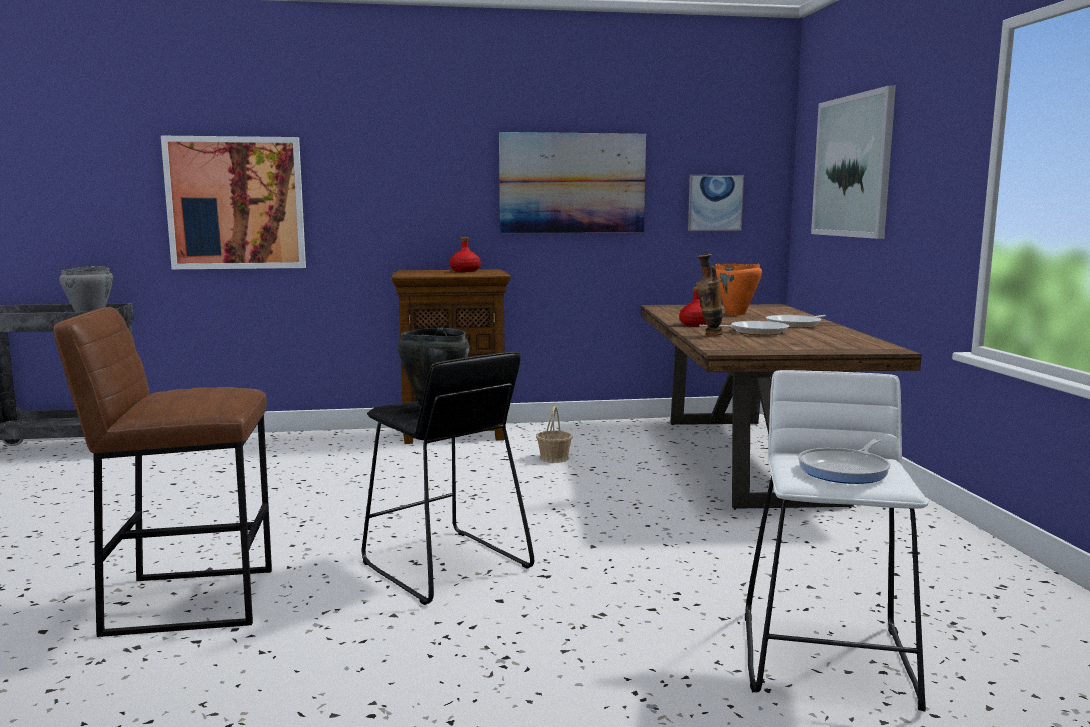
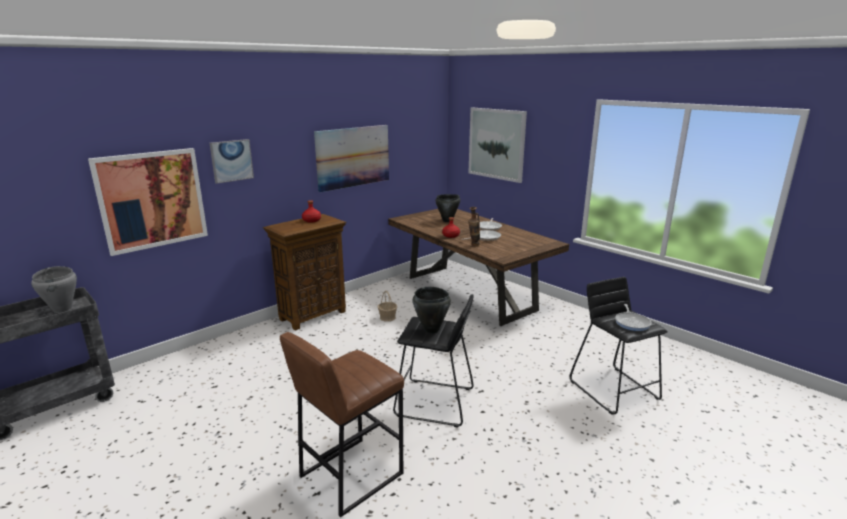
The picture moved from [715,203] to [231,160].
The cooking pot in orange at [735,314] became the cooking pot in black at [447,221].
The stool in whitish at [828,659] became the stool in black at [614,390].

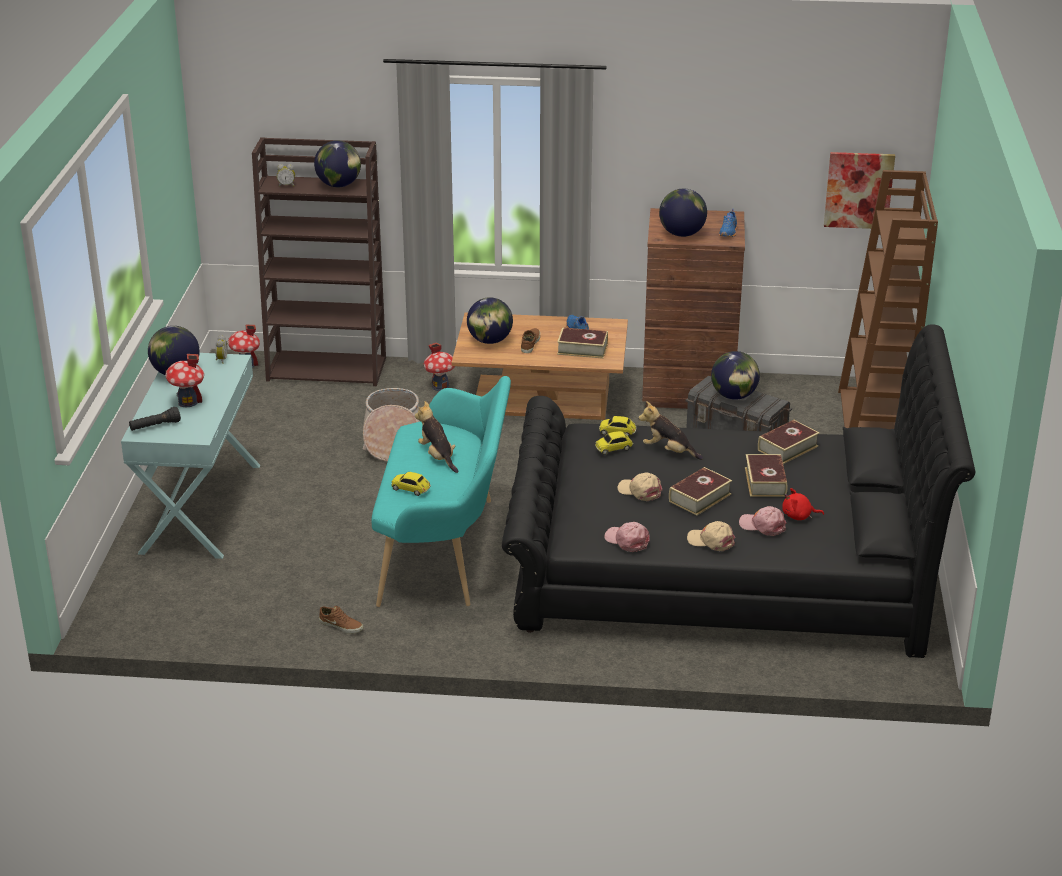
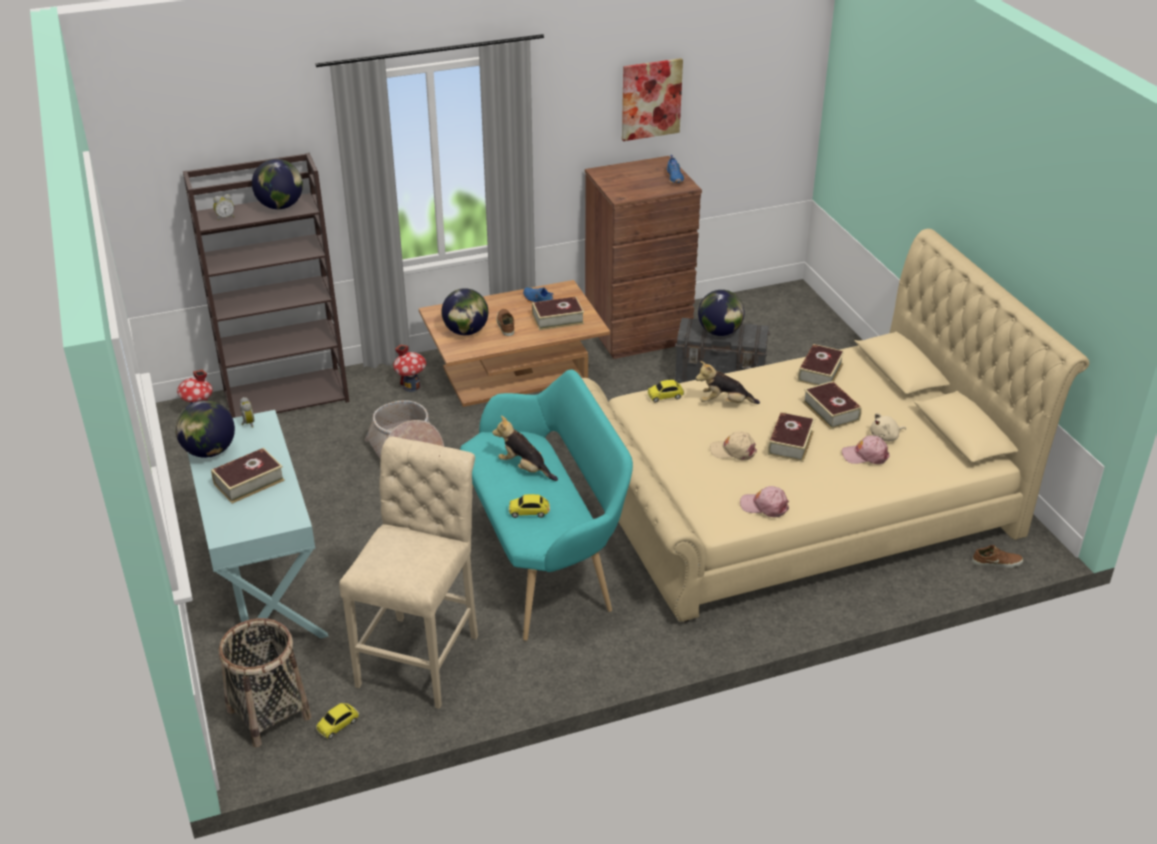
The flashlight in black at [155,426] disappeared.
The desk globe at [682,234] disappeared.
The cap in sand-coloured at [711,541] disappeared.
The bookshelf in brownish at [873,421] disappeared.
The household basket at [268,713] appeared.
The stool in sand-coloured at [422,655] appeared.
The low shoe in brownish moved from [342,625] to [996,562].
The model car moved from [614,448] to [338,725].
The picture moved from [858,190] to [651,99].
The toy house at [188,402] was replaced by the volume at [249,482].
The bed in black at [722,564] became the bed in sand-coloured at [799,497].
The plush toy in reddish at [799,516] became the plush toy in sand-coloured at [885,437].

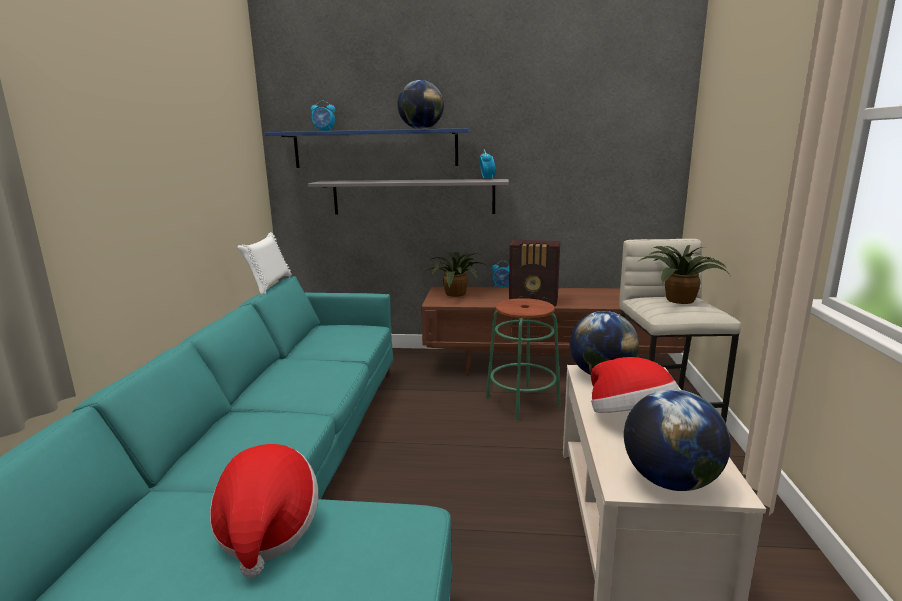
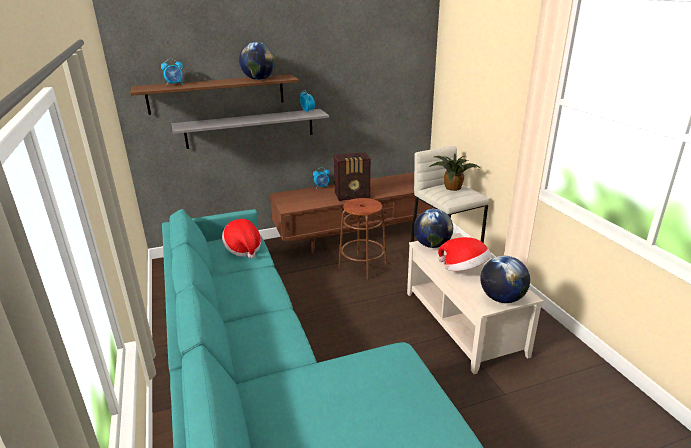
The throw pillow in whitish at [269,285] disappeared.
The houseplant at [456,294] disappeared.
The hat moved from [267,530] to [243,249].
The bracket shelf in blue-coloured at [375,149] became the bracket shelf in brownish at [216,94].
The stool in green at [522,402] became the stool in brownish at [362,266].

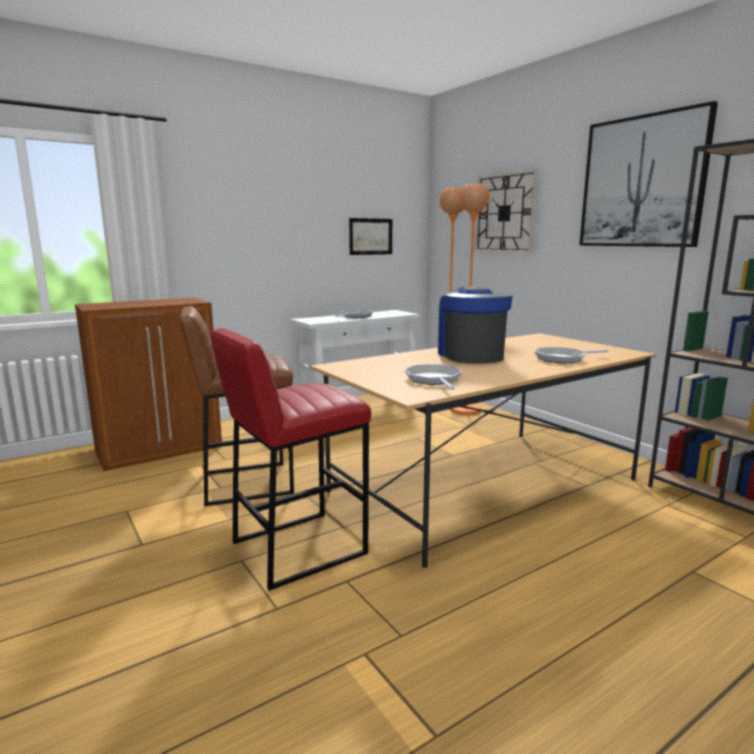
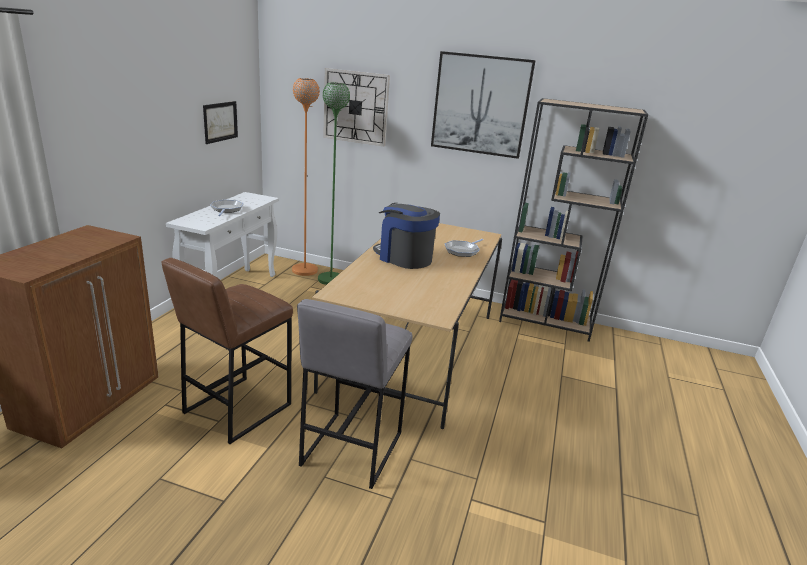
The frying pan at [434,380] disappeared.
The stool in reddish at [297,548] became the stool in grey at [351,450].
The standard lamp in orange at [465,410] became the standard lamp in green at [331,279].

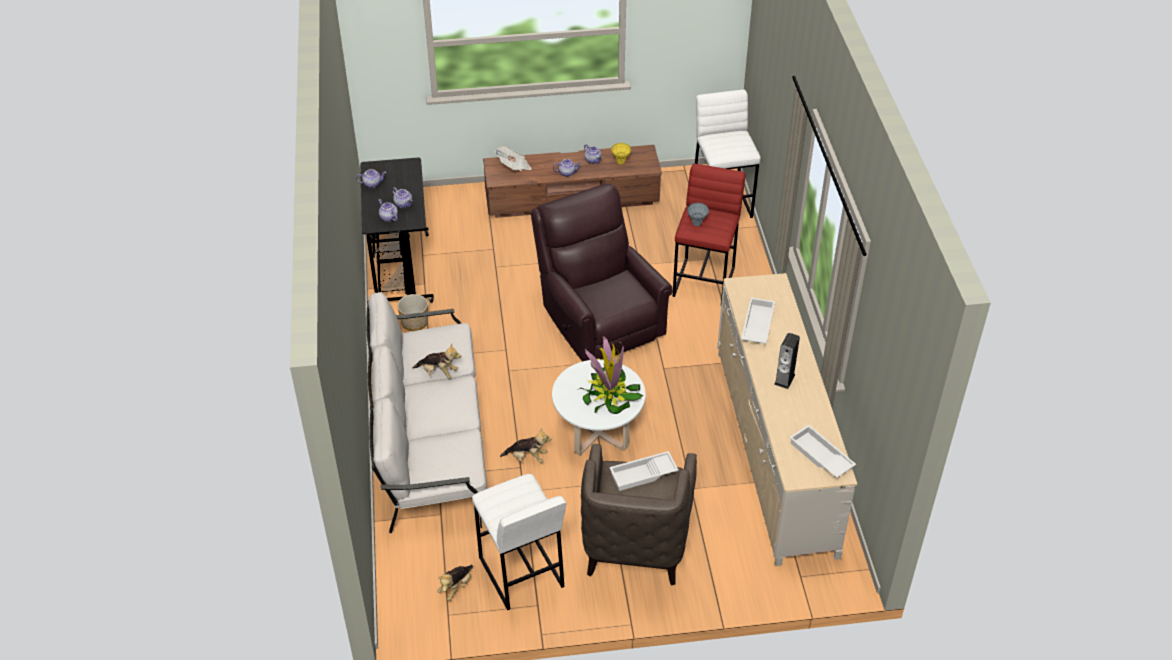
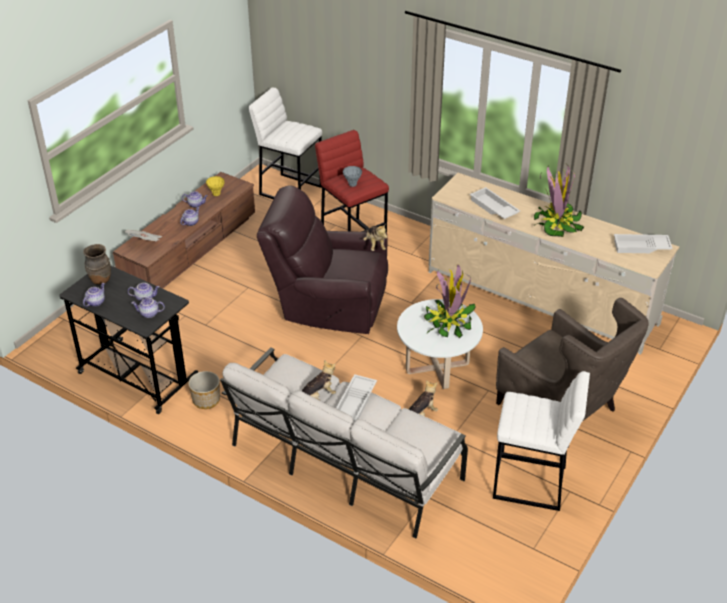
The flower vase in brownish at [100,280] appeared.
The plush toy moved from [456,587] to [375,245].
The serving tray in whitish moved from [643,475] to [355,403].
The loudspeaker at [784,379] was replaced by the houseplant at [556,224].

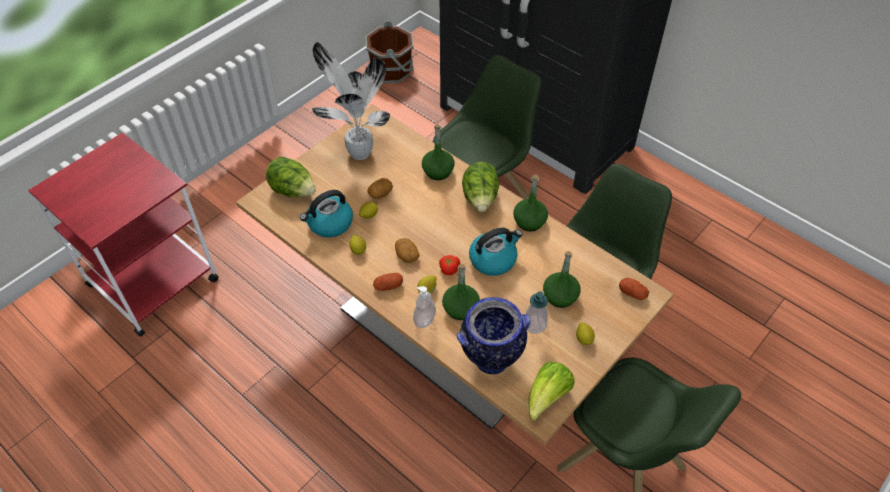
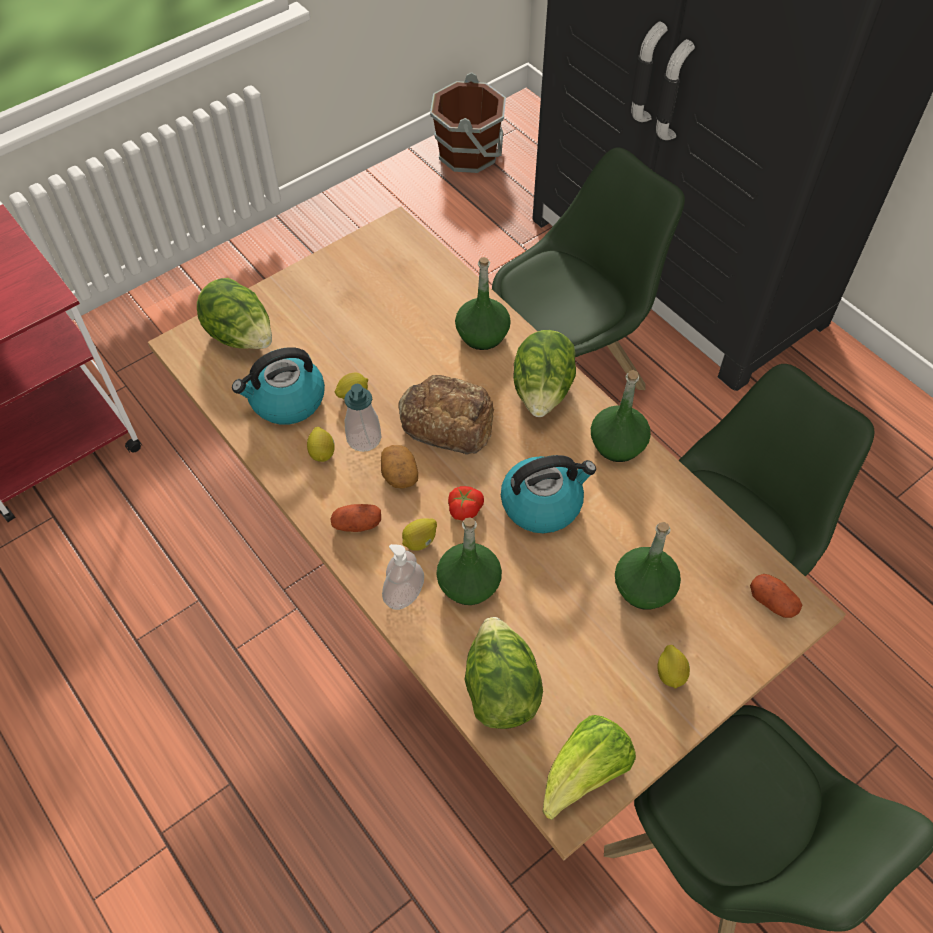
The houseplant at [358,152] disappeared.
The whole potato at [380,193] disappeared.
The bread at [447,420] appeared.
The liquid soap bottle moved from [535,325] to [364,438].
The flower vase at [490,361] was replaced by the lettuce head at [500,689].

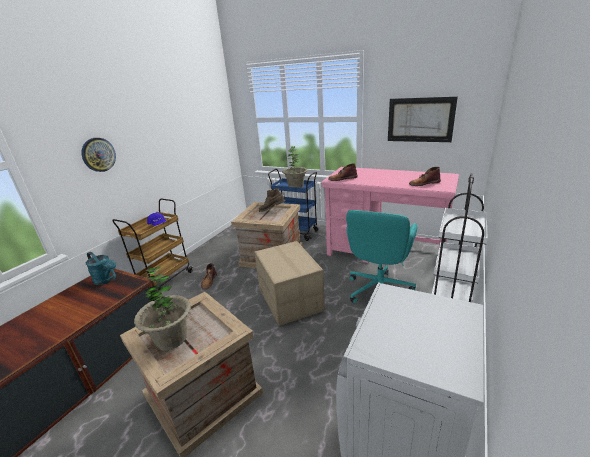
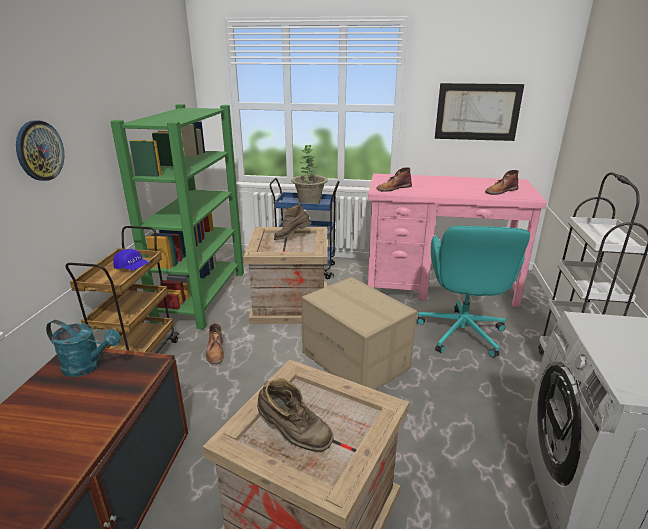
The bookshelf in green at [201,296] appeared.
The houseplant at [171,339] was replaced by the tall boot in brownish at [293,436].

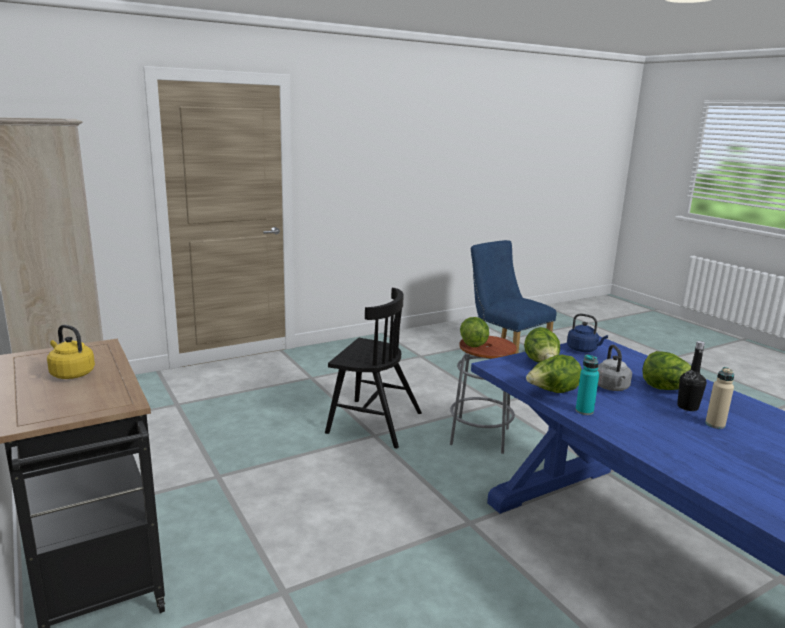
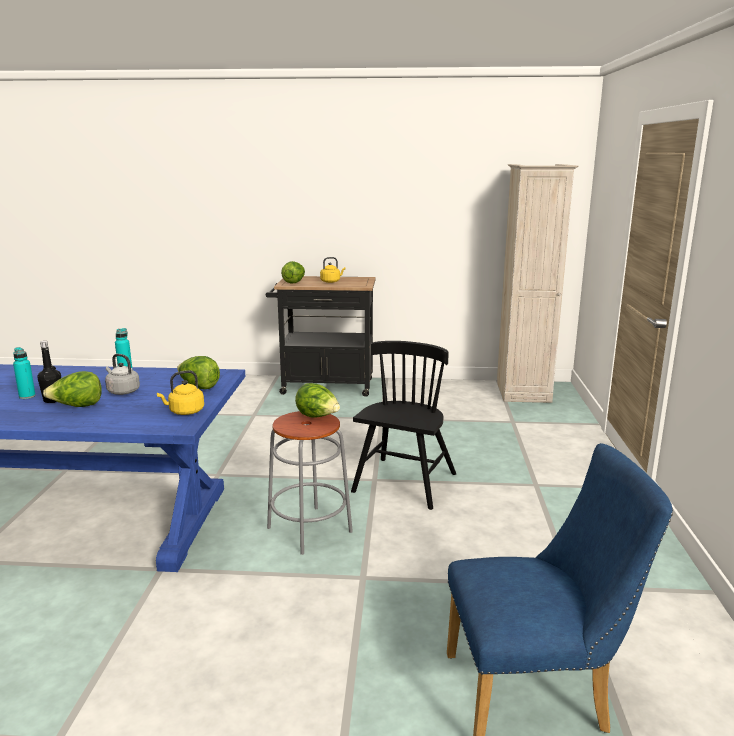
The lettuce head moved from [552,392] to [294,282].
The tea kettle in blue-coloured at [583,349] became the tea kettle in yellow-coloured at [184,412].
The bottle in sand-coloured at [715,424] became the bottle in turquoise-coloured at [27,396].
The plain chair in black at [369,421] turned 150 degrees clockwise.

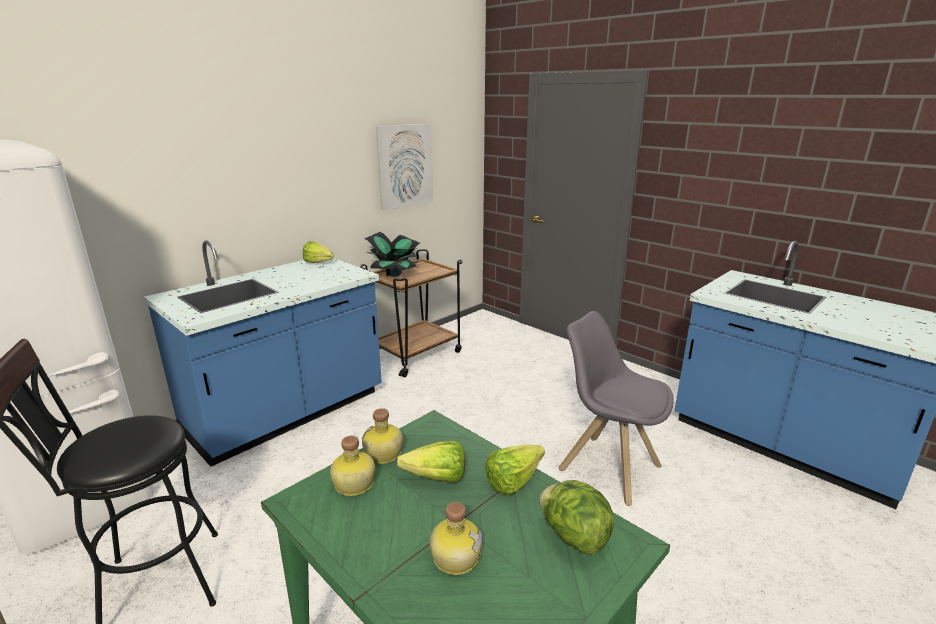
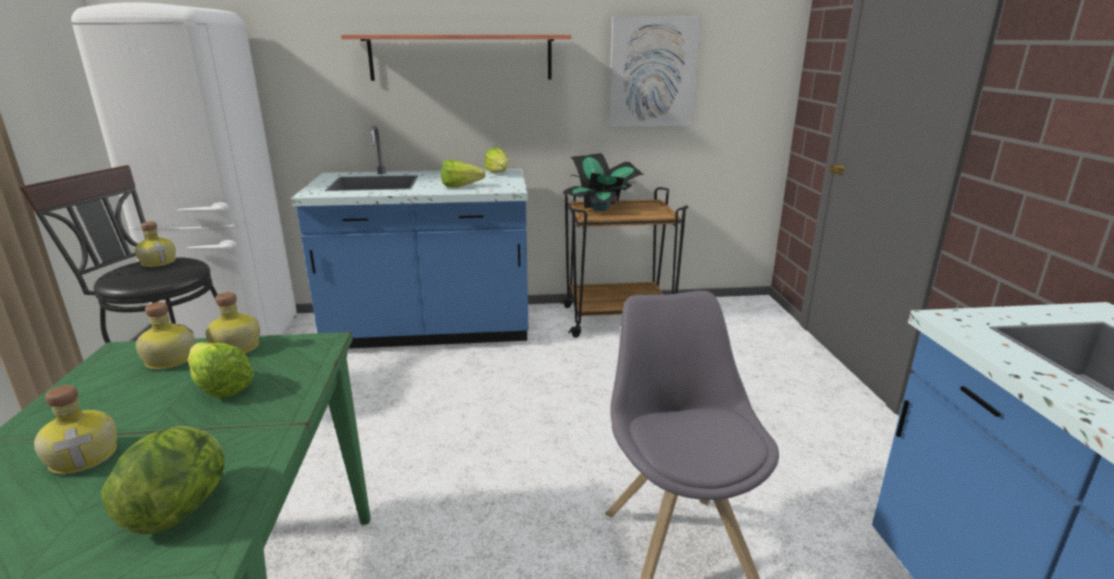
The bottle at [159,262] appeared.
The bracket shelf at [461,57] appeared.
The lettuce head moved from [518,480] to [464,187].

